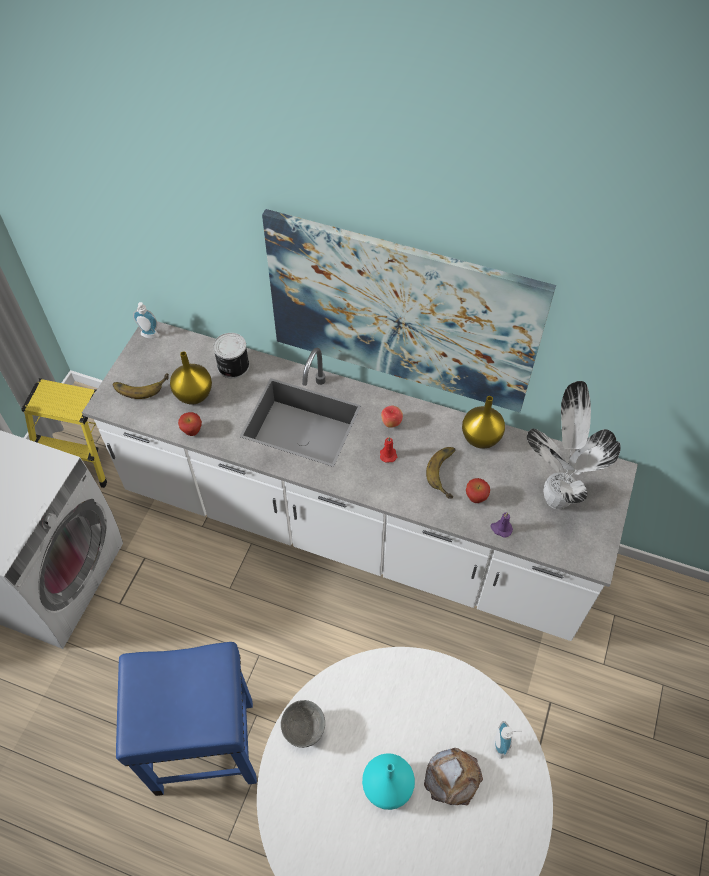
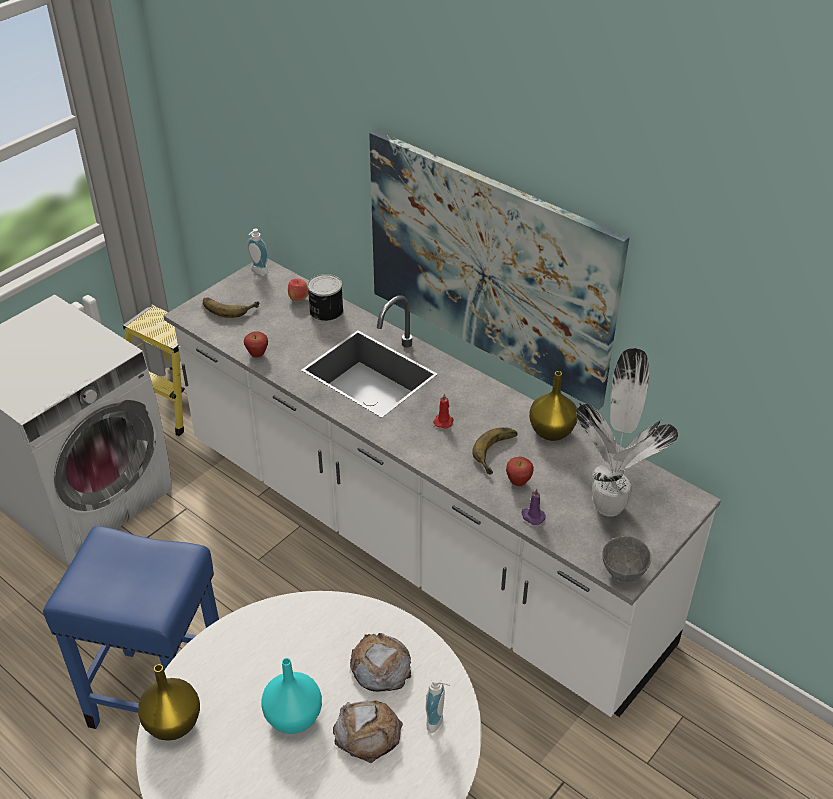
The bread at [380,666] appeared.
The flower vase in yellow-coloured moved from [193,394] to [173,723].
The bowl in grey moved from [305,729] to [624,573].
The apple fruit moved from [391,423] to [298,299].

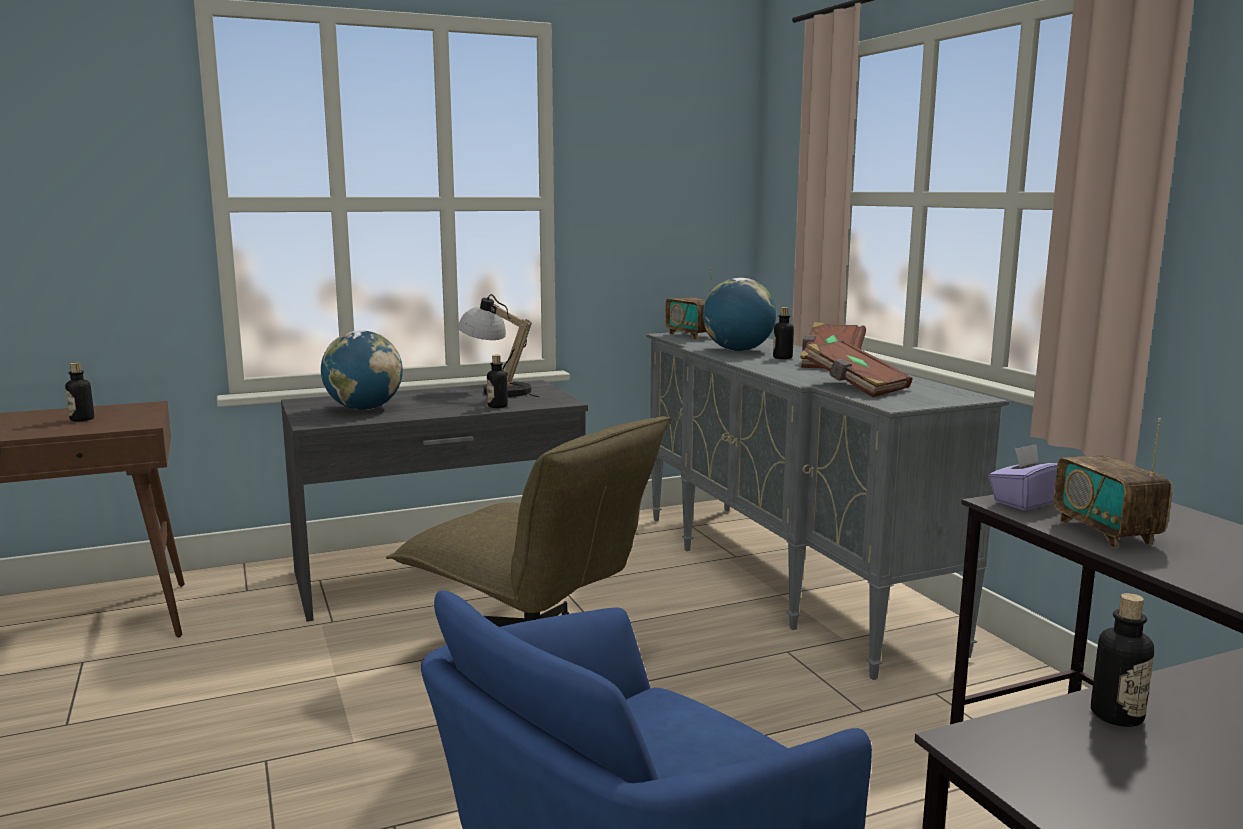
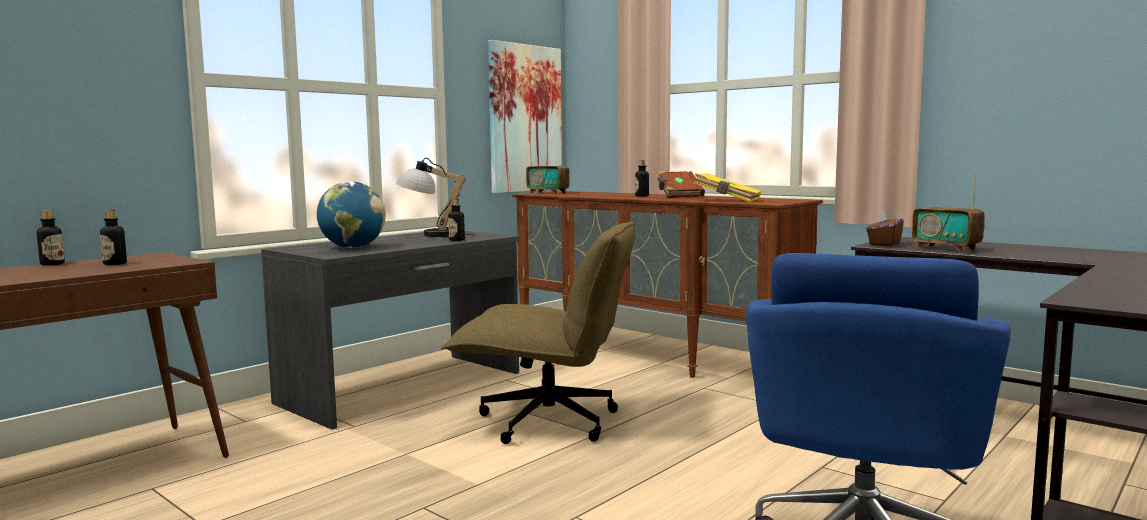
The desk globe at [738,350] disappeared.
The picture at [525,118] appeared.
The bottle moved from [1116,715] to [52,264].
The storage cabinet in grey at [782,577] became the storage cabinet in brownish at [651,354].
The volume in brownish at [855,387] became the volume in yellow-coloured at [727,200].
The tissue box in purple at [1026,501] became the tissue box in brownish at [884,244].

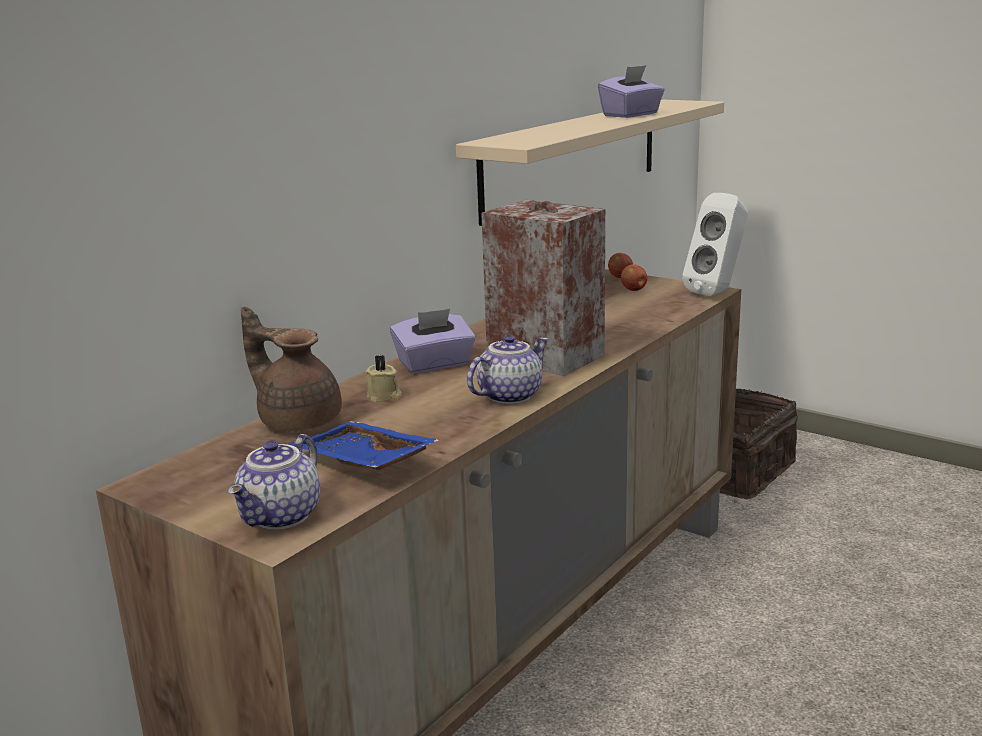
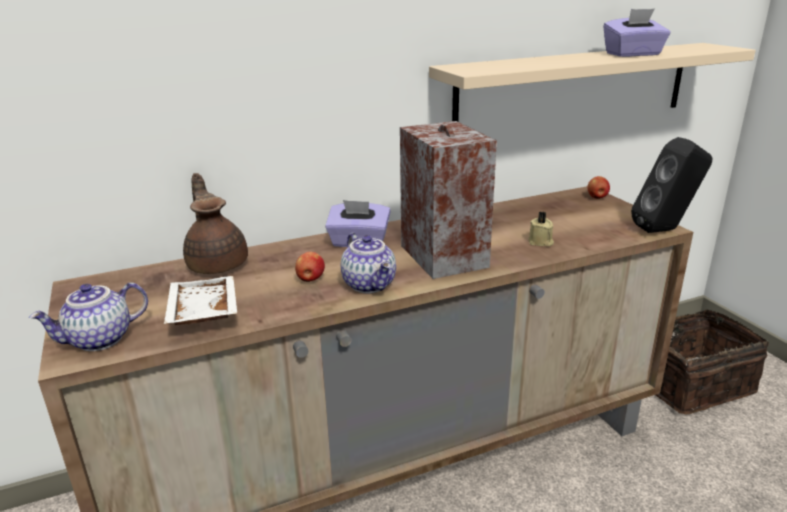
The wax light in sand-coloured moved from [384,396] to [540,242].
The apple fruit moved from [634,290] to [310,279].
The serving tray in blue-coloured at [361,463] became the serving tray in whitish at [201,312].
The loudspeaker in whitish at [717,292] became the loudspeaker in black at [665,230].
The teapot at [509,395] turned 75 degrees clockwise.

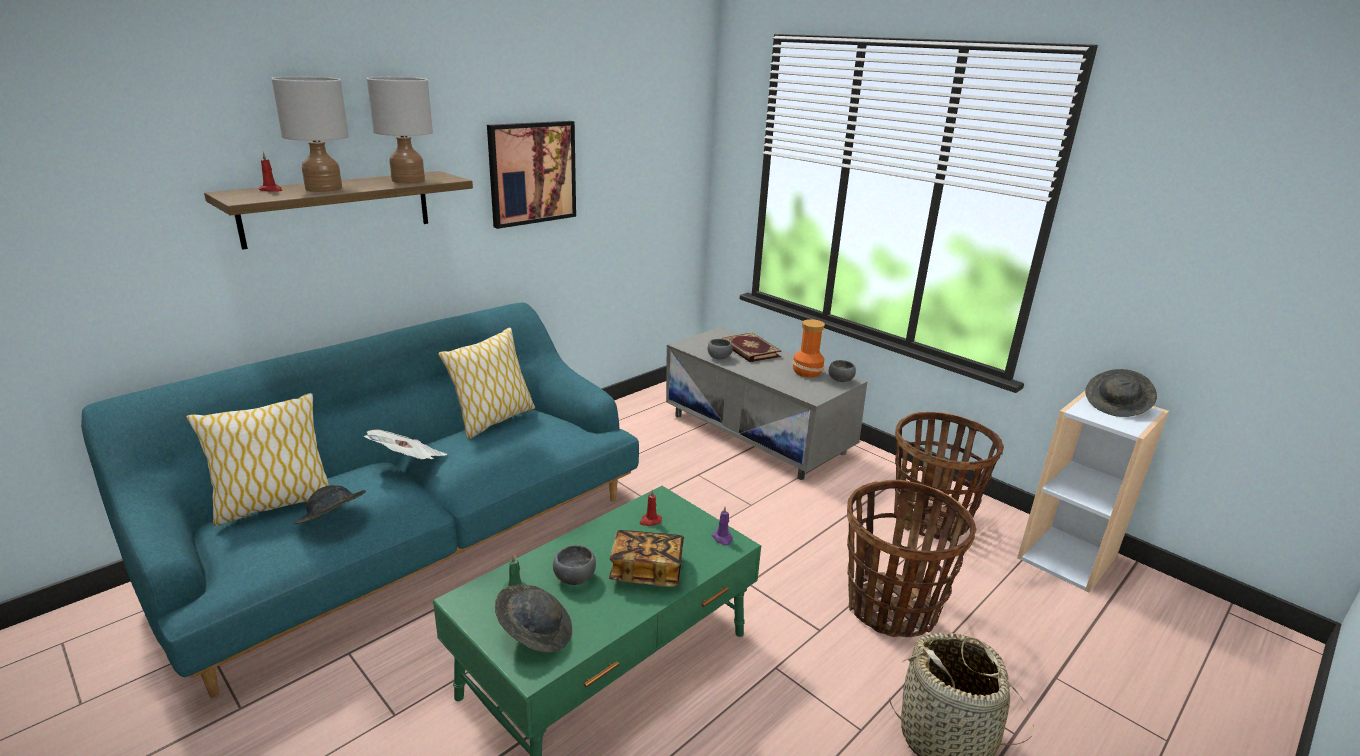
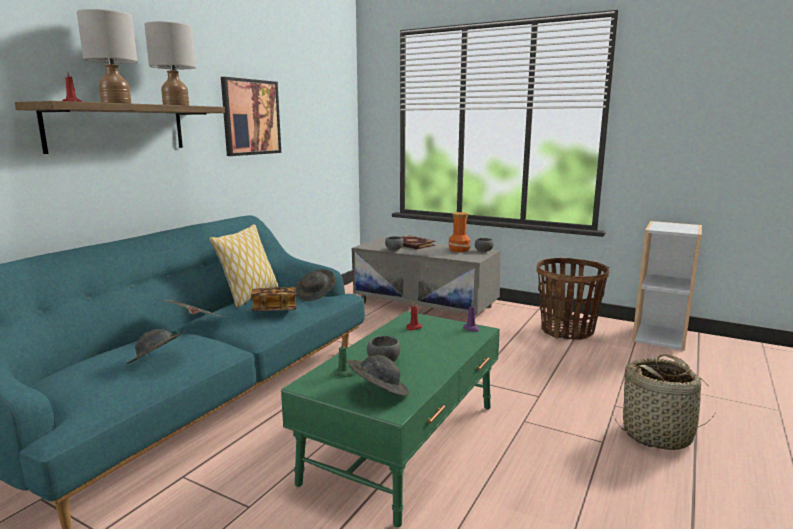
The throw pillow at [274,504] disappeared.
The household basket at [891,608] disappeared.
The volume moved from [646,571] to [274,310].
The hat in grey moved from [1116,406] to [315,295].

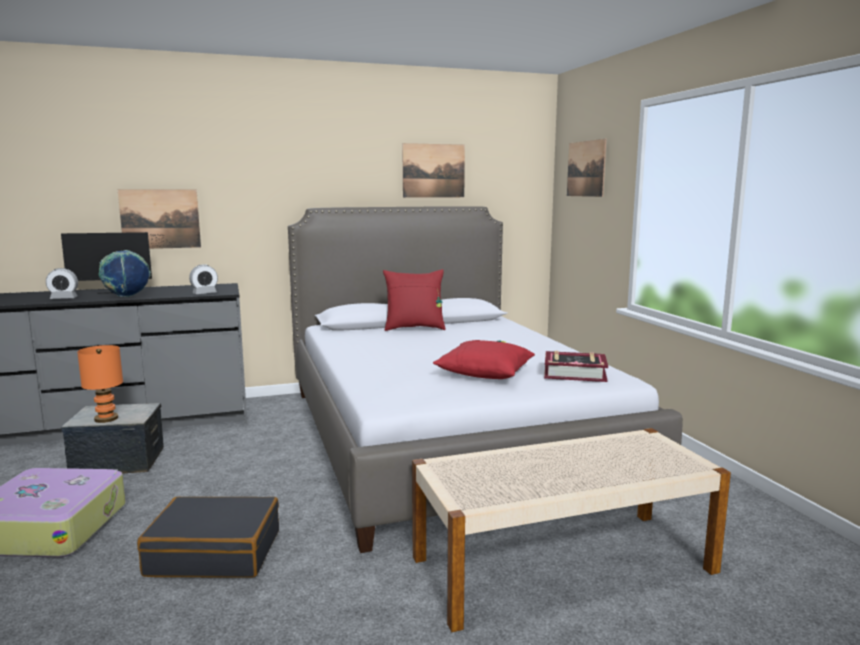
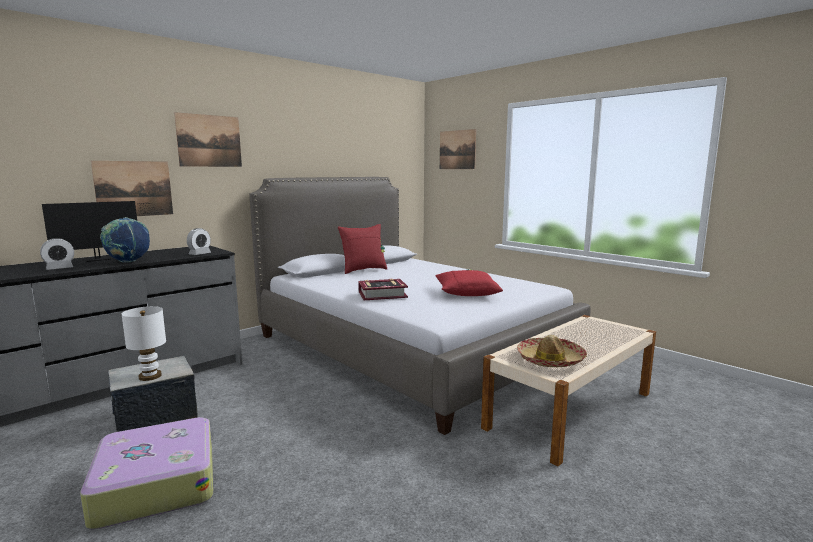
The piece of luggage in black at [215,552] disappeared.
The hat at [550,360] appeared.
The picture moved from [433,171] to [209,141].
The volume moved from [574,373] to [382,294].
The tabletop lamp in orange at [106,418] became the tabletop lamp in whitish at [149,376].

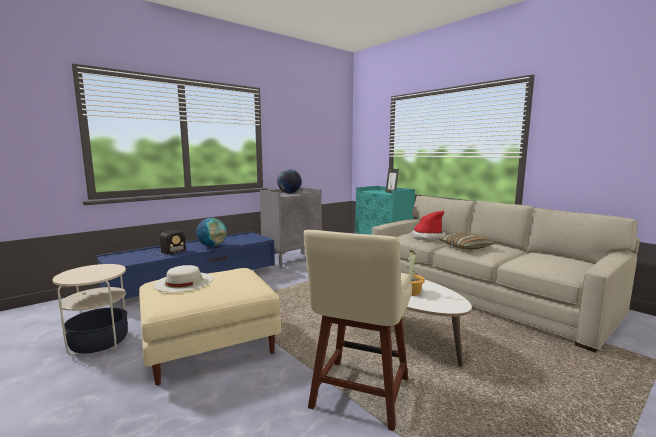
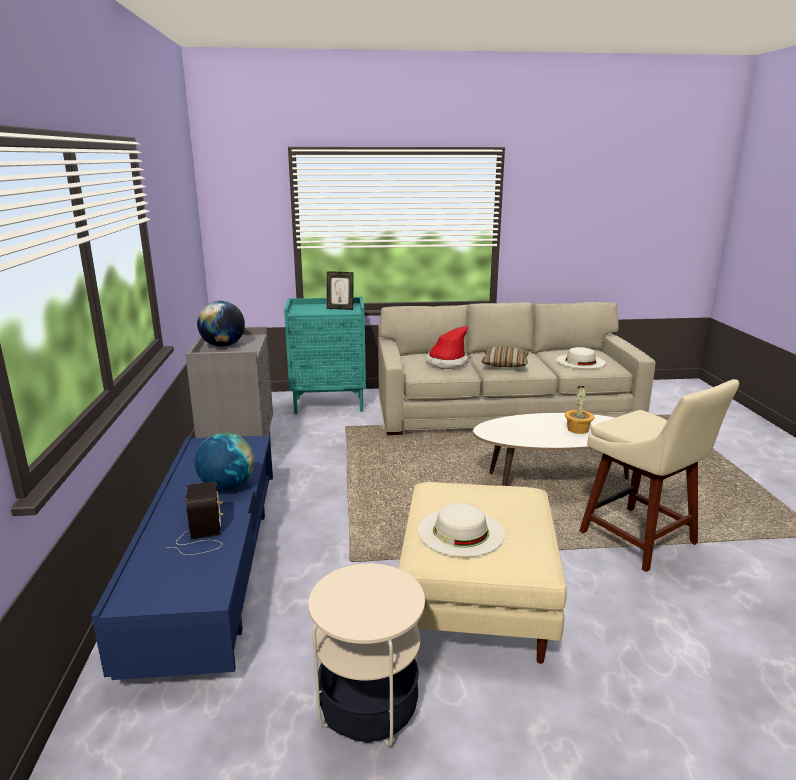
The hat in whitish at [580,361] appeared.

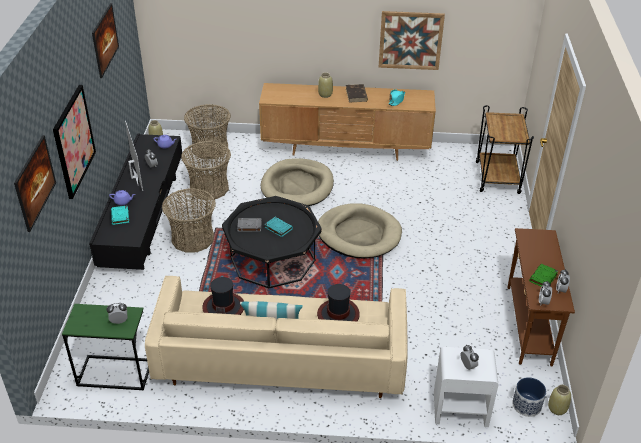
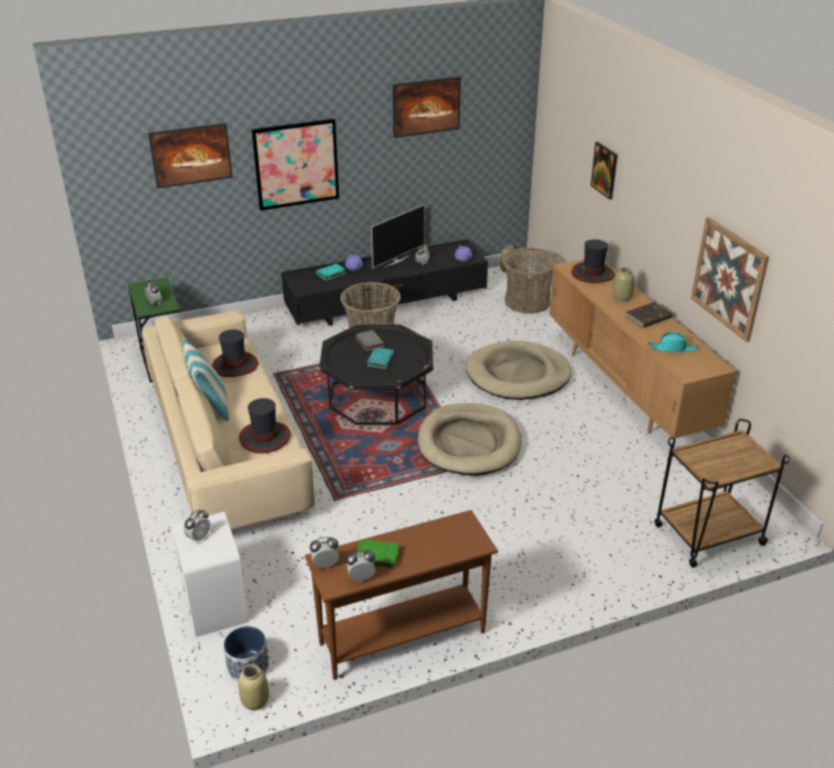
The household basket at [209,188] disappeared.
The hat at [593,273] appeared.
The picture at [605,170] appeared.

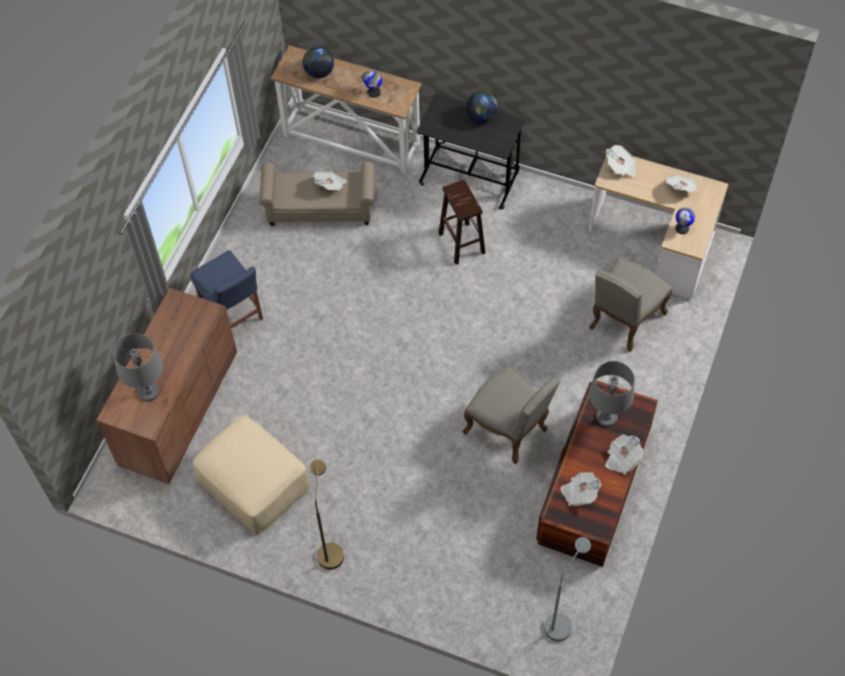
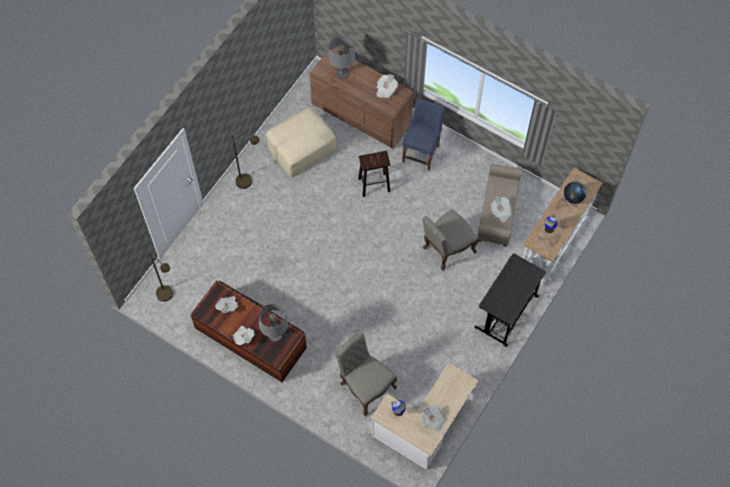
The desk globe at [481,117] disappeared.
The stool in brownish moved from [461,242] to [374,184].
The plain chair in grey moved from [508,430] to [446,249].
The daily paper moved from [621,167] to [385,90].
The standard lamp in grey at [561,620] became the standard lamp in brownish at [168,296].
The plain chair in blue-coloured at [234,316] turned 135 degrees clockwise.

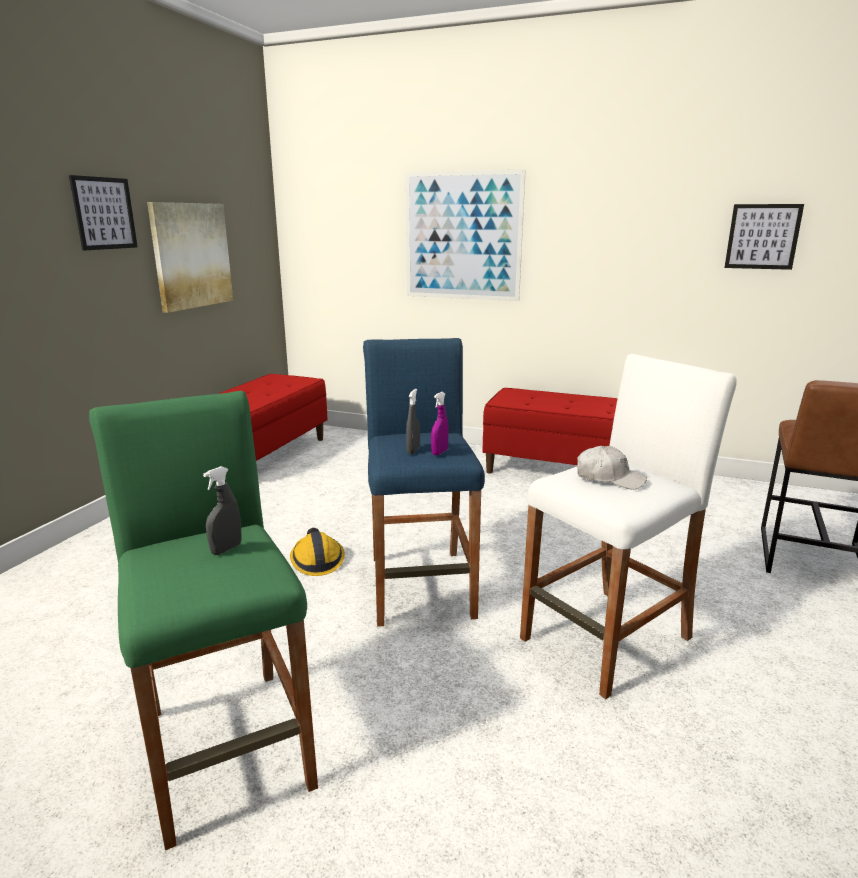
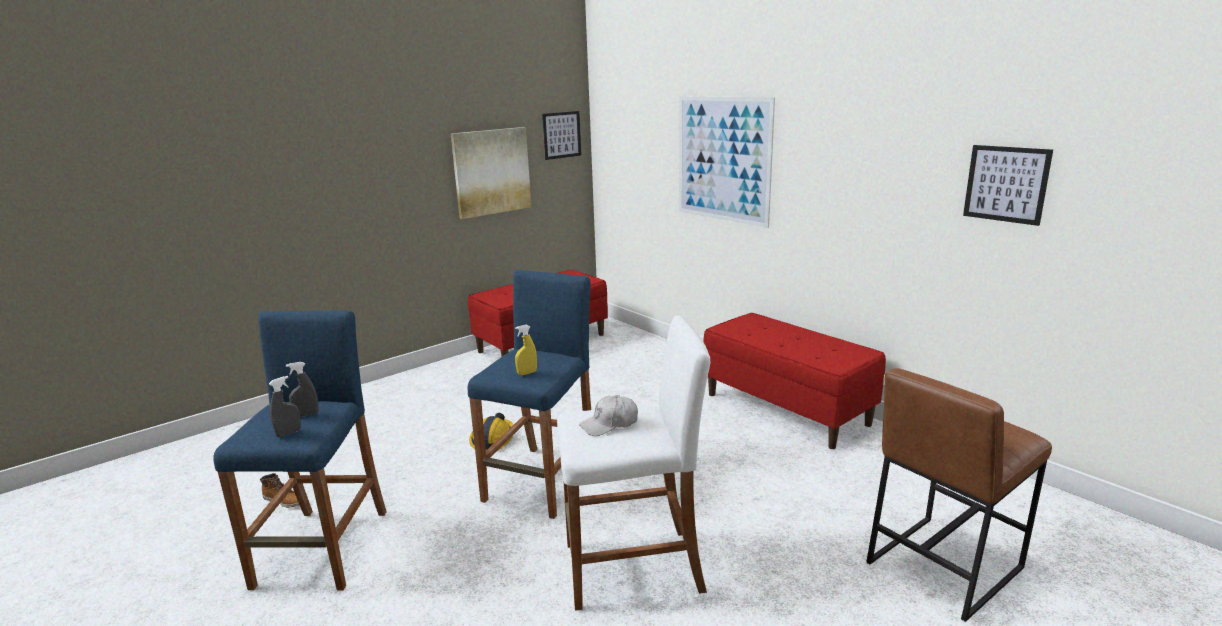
The tall boot at [285,500] appeared.
The picture moved from [104,213] to [561,135].
The spray bottle in grey moved from [413,450] to [289,433].
The stool in green at [228,748] became the stool in blue-coloured at [323,548].
The spray bottle in purple at [439,452] became the spray bottle in yellow-coloured at [527,373].
The cap in whitish at [609,478] turned 105 degrees clockwise.

